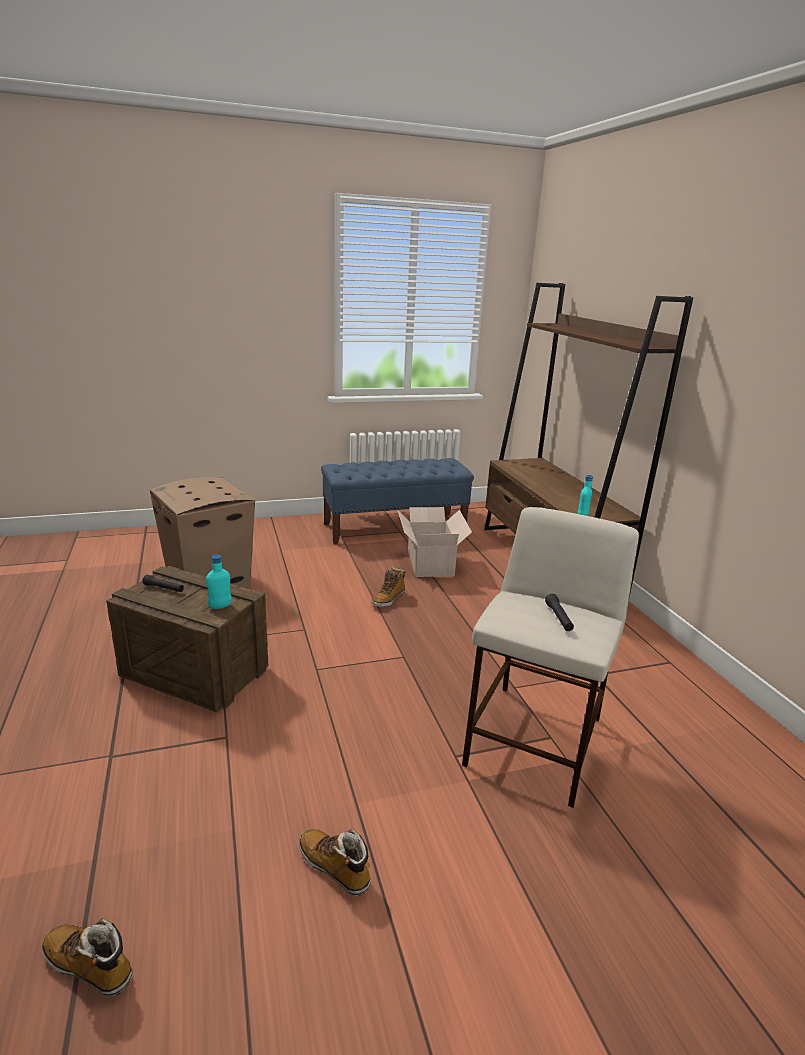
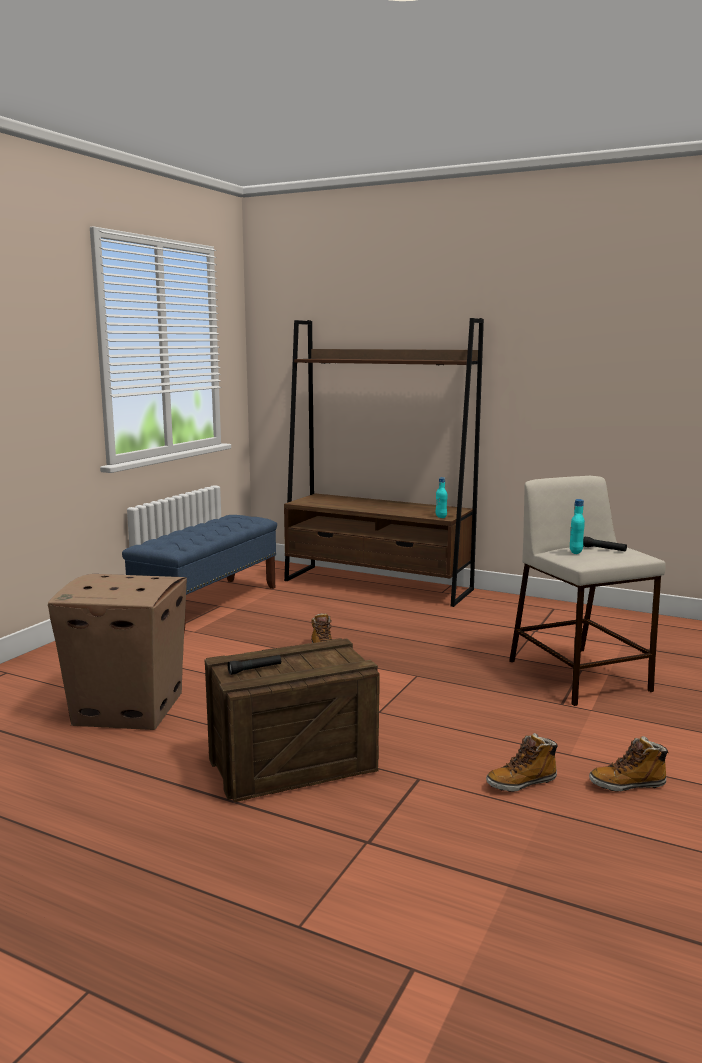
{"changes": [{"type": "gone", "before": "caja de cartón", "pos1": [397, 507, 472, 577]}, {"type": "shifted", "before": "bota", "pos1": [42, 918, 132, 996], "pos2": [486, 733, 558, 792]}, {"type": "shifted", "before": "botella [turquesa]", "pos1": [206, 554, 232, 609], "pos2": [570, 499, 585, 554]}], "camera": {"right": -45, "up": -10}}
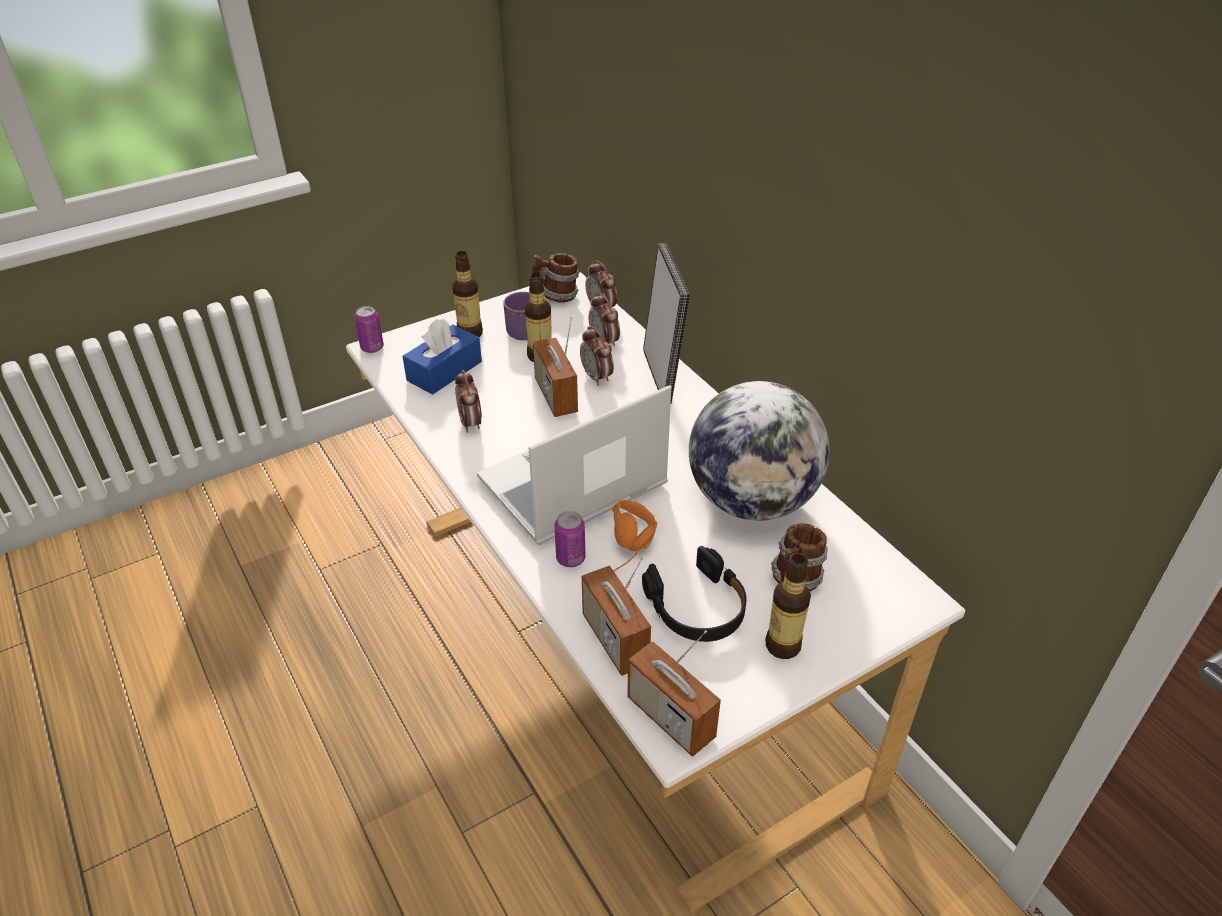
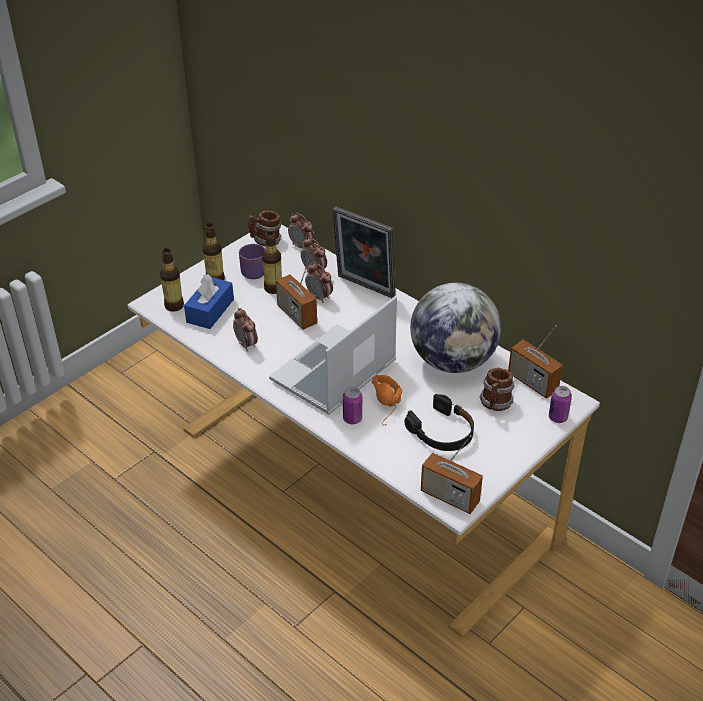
{"changes": [{"type": "shifted", "before": "lata", "pos1": [354, 306, 384, 353], "pos2": [549, 386, 572, 423]}, {"type": "shifted", "before": "radio", "pos1": [582, 557, 651, 676], "pos2": [508, 325, 563, 399]}, {"type": "shifted", "before": "botella", "pos1": [766, 553, 811, 659], "pos2": [160, 248, 184, 312]}, {"type": "rotated", "before": "portarretratos", "pos1": [643, 243, 690, 404], "pos2": [332, 206, 396, 298], "turn": 150}], "camera": {"right": -15, "up": 0}}
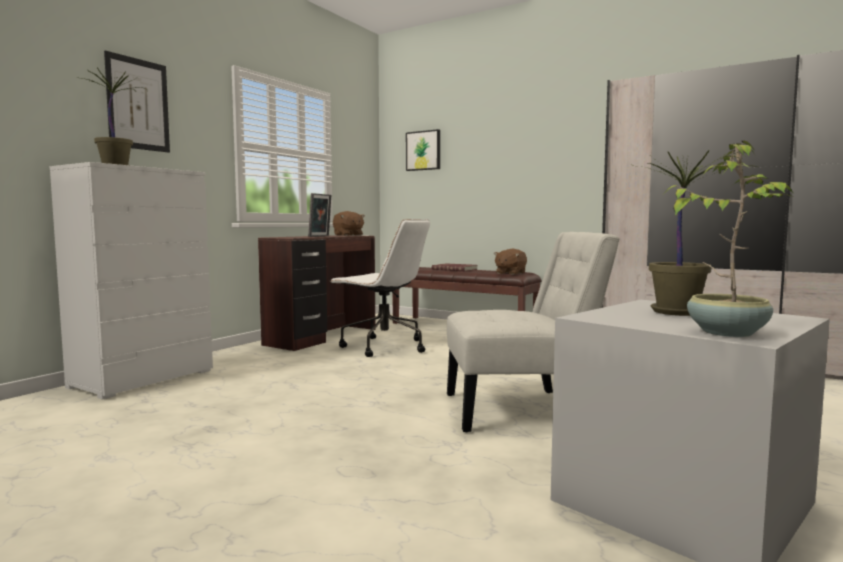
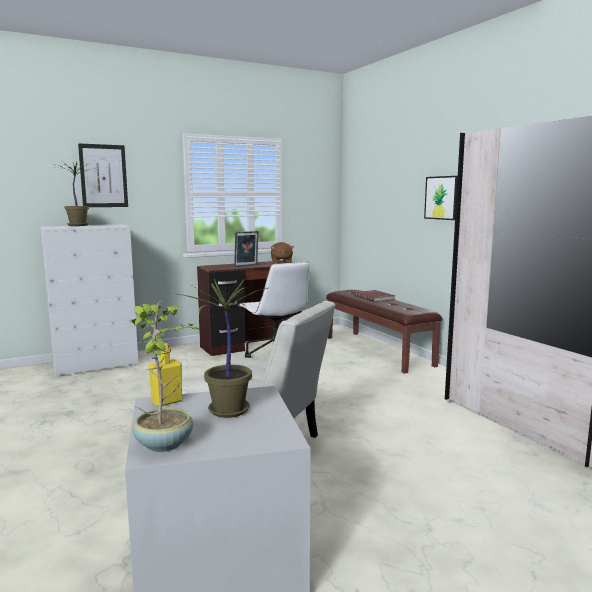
{"changes": [{"type": "gone", "before": "peluche [marrón]", "pos1": [494, 249, 527, 275]}, {"type": "new", "after": "botella [amarillo]", "pos2": [149, 343, 182, 407]}, {"type": "shifted", "before": "cuadro", "pos1": [406, 129, 440, 171], "pos2": [424, 176, 458, 220]}], "camera": {"right": 30, "up": 5}}
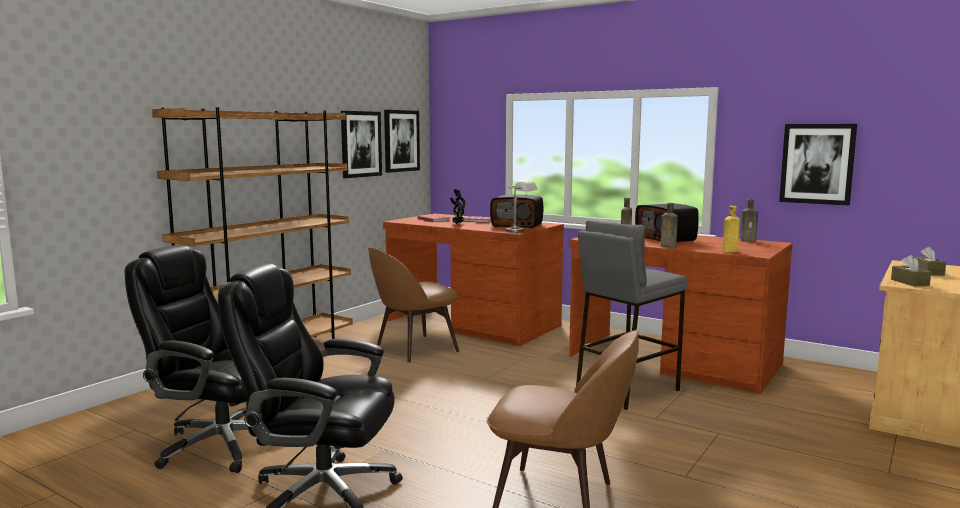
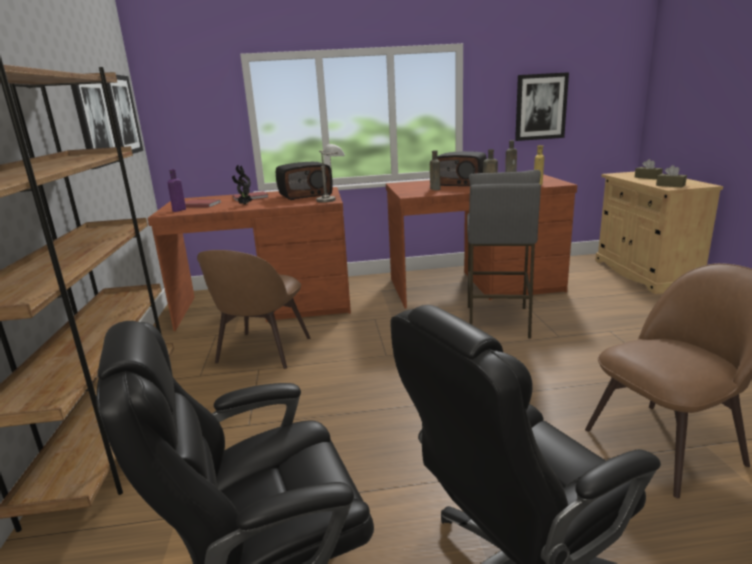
{"changes": [{"type": "new", "after": "botella [morado]", "pos2": [167, 169, 186, 212]}], "camera": {"right": -40, "up": 10}}
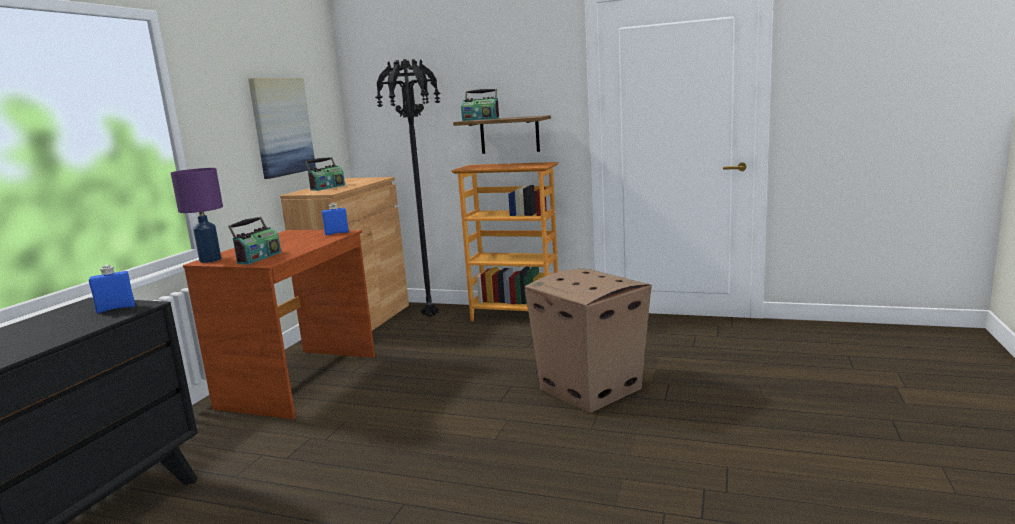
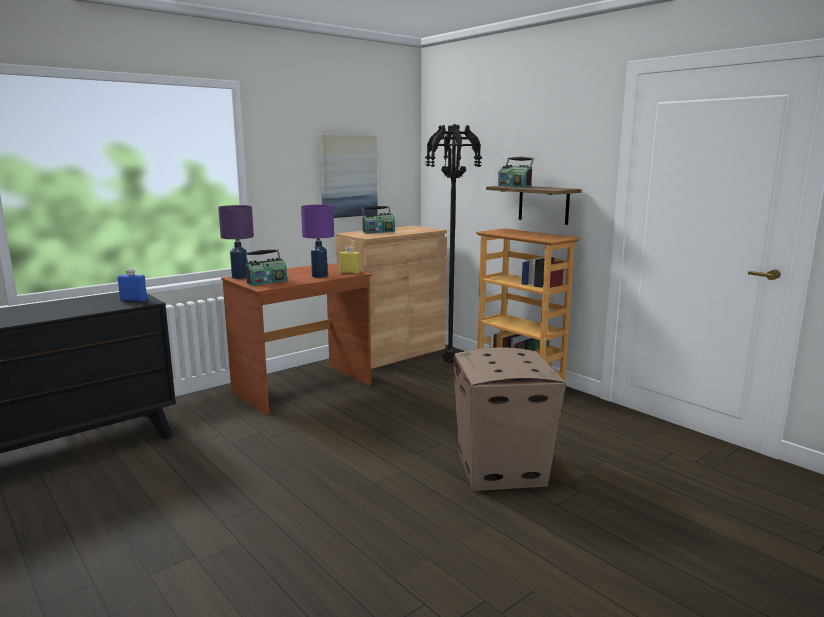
{"changes": [{"type": "new", "after": "lámpara de mesa [morado]", "pos2": [301, 205, 334, 278]}, {"type": "repainted", "before": "botella [azul]", "after": "botella [amarillo]", "pos1": [322, 203, 349, 236], "pos2": [339, 246, 360, 274]}], "camera": {"right": 30, "up": 0}}
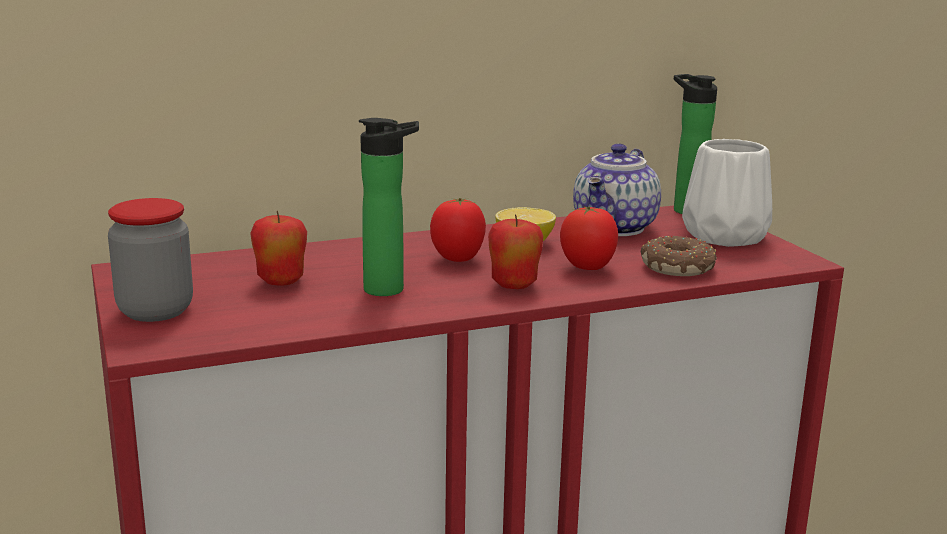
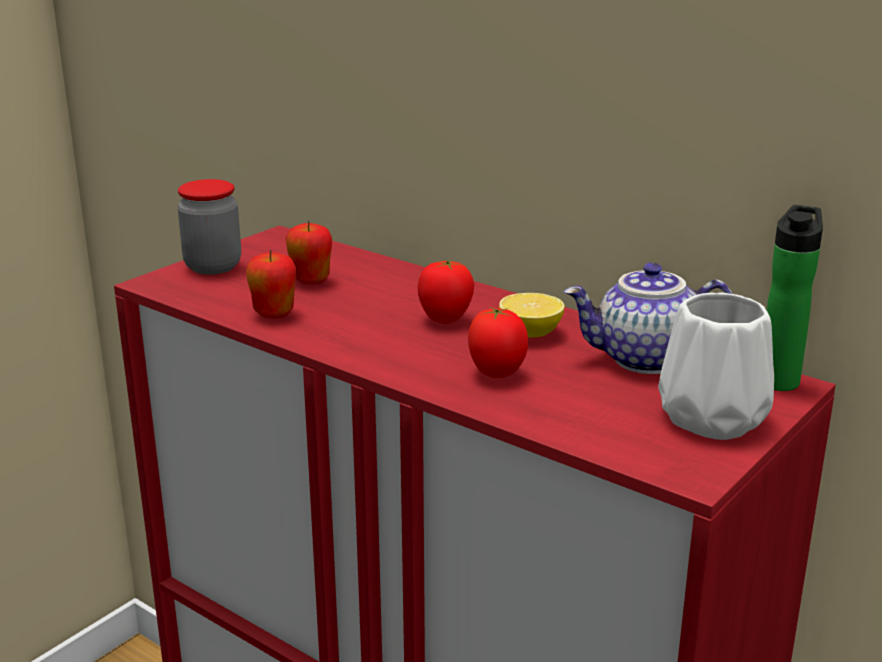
{"changes": [{"type": "gone", "before": "botella", "pos1": [359, 118, 419, 296]}, {"type": "gone", "before": "rosquilla", "pos1": [641, 236, 717, 276]}, {"type": "shifted", "before": "manzana", "pos1": [488, 215, 543, 289], "pos2": [246, 250, 296, 318]}], "camera": {"right": 60, "up": 5}}
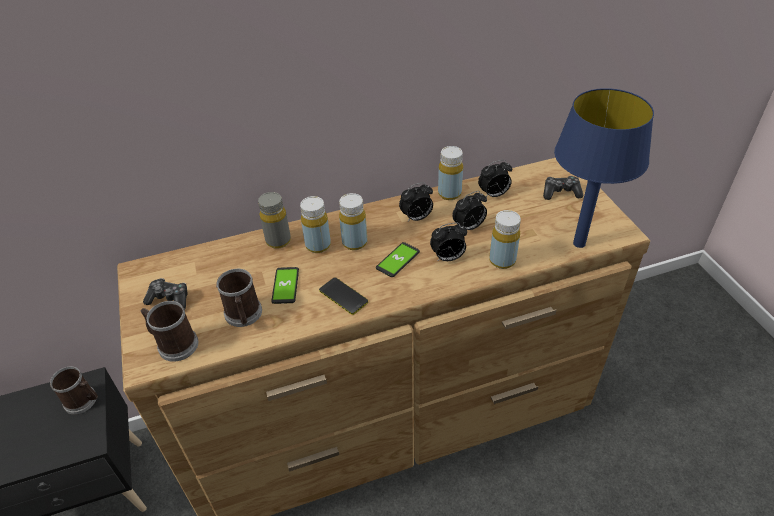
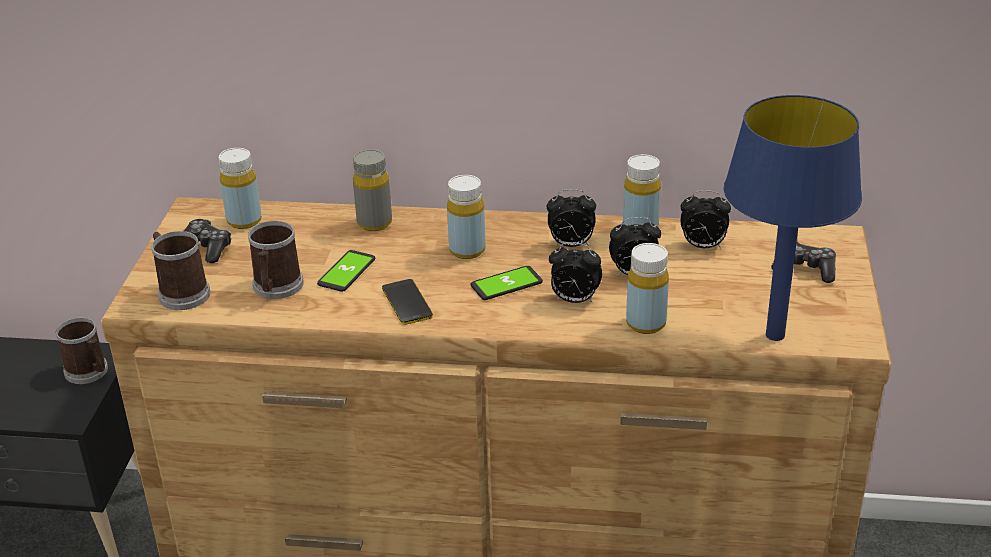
{"changes": [{"type": "shifted", "before": "botella [amarillo]", "pos1": [300, 196, 331, 253], "pos2": [218, 148, 262, 229]}], "camera": {"right": 25, "up": -10}}
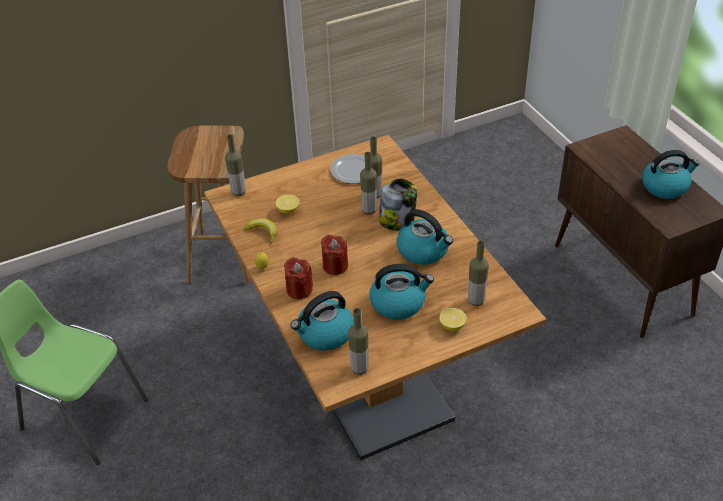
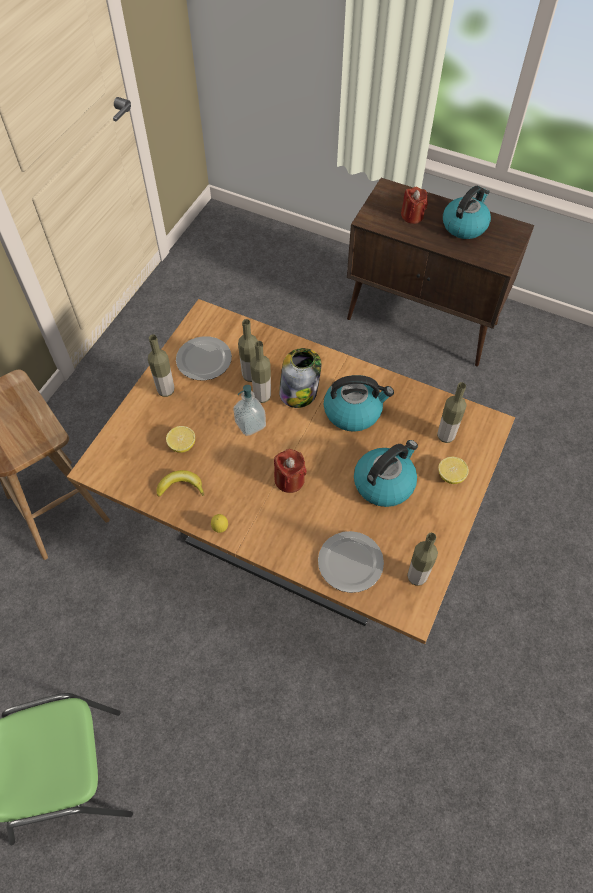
{"changes": [{"type": "new", "after": "dispensador de jabón", "pos2": [233, 385, 266, 436]}, {"type": "shifted", "before": "botella", "pos1": [225, 134, 246, 196], "pos2": [148, 335, 174, 397]}, {"type": "shifted", "before": "vela [rojo]", "pos1": [284, 257, 313, 299], "pos2": [401, 187, 428, 224]}, {"type": "swapped", "before": "hervidor", "after": "plato", "pos1": [291, 291, 354, 351], "pos2": [318, 531, 384, 593]}], "camera": {"right": -40, "up": 15}}
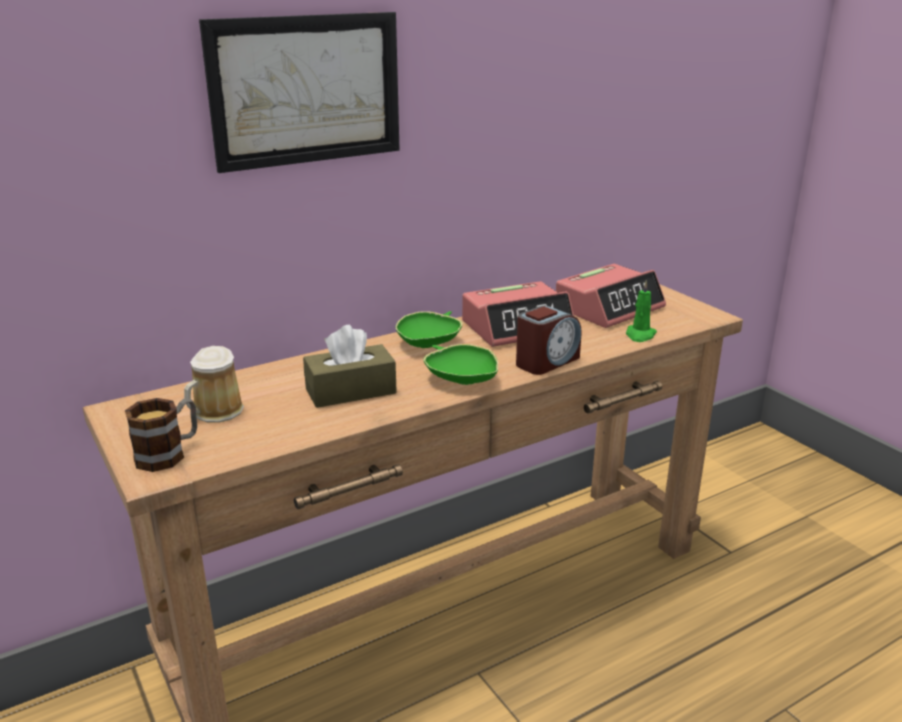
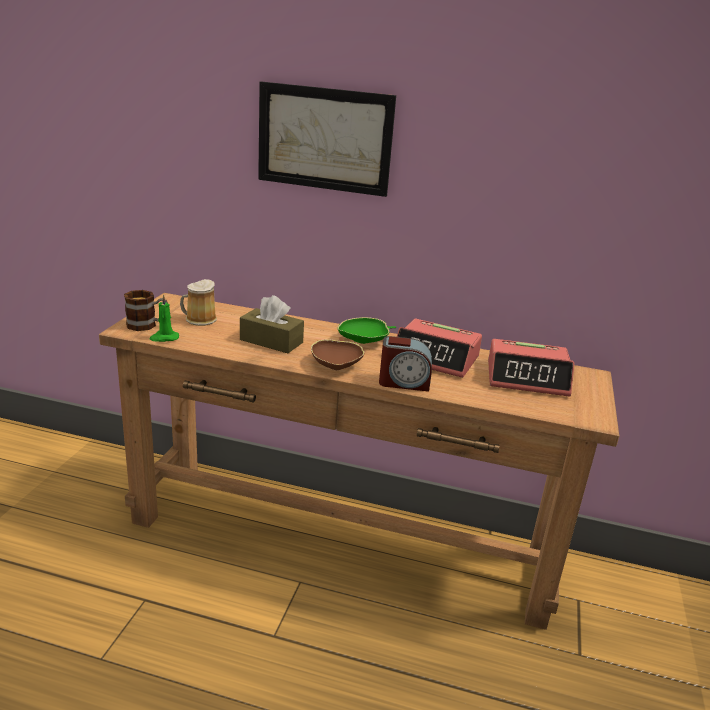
{"changes": [{"type": "shifted", "before": "vela [verde]", "pos1": [626, 280, 657, 342], "pos2": [150, 294, 179, 342]}, {"type": "repainted", "before": "cuenco [verde]", "after": "cuenco [marrón]", "pos1": [423, 344, 498, 385], "pos2": [311, 337, 364, 370]}], "camera": {"right": 45, "up": 0}}
